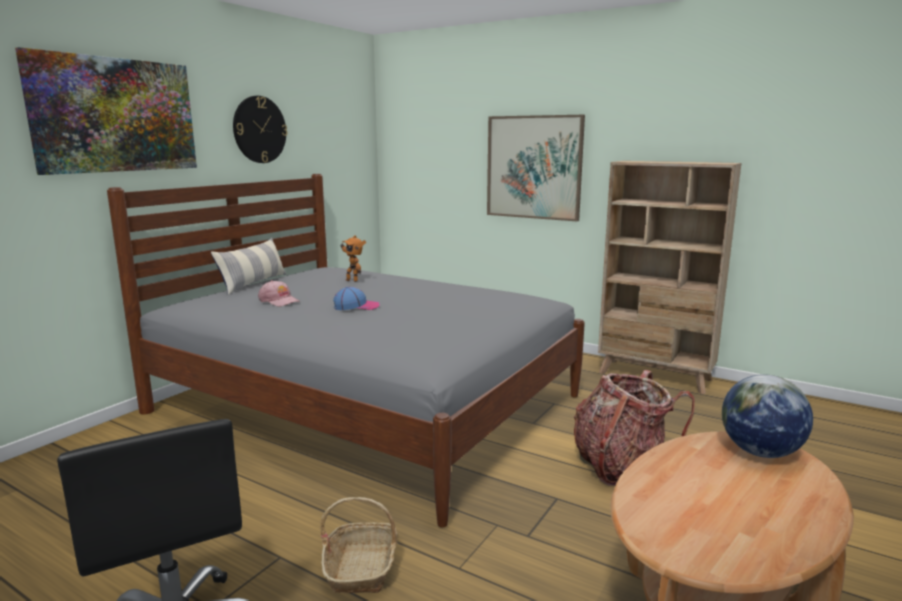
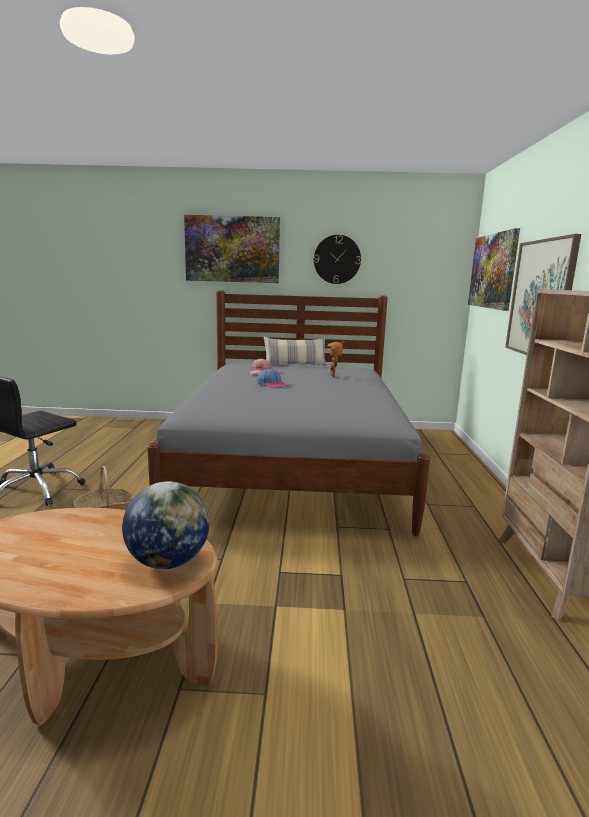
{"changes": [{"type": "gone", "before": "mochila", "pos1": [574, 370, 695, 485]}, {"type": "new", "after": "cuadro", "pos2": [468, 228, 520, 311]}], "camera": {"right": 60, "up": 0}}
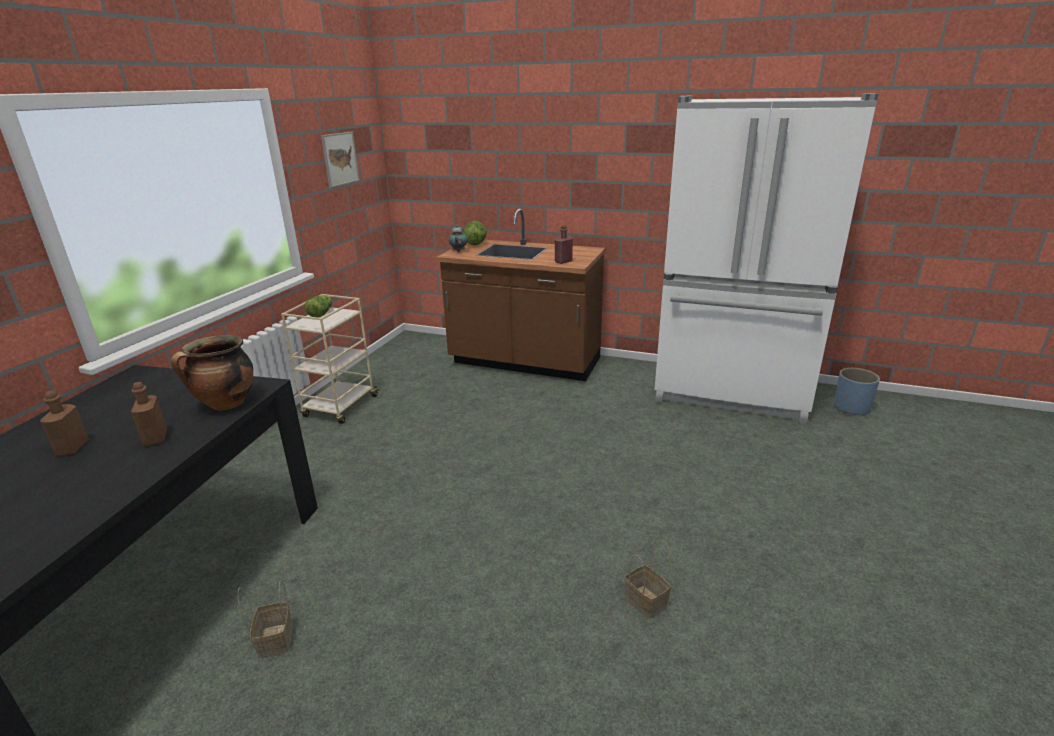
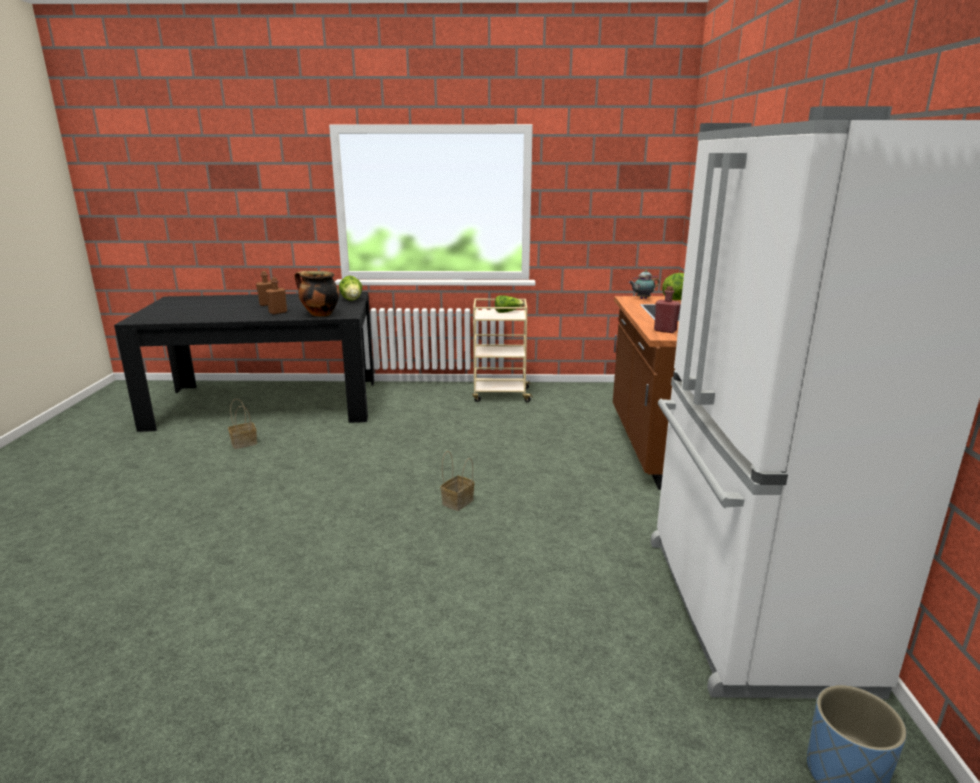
{"changes": [{"type": "gone", "before": "cuadro", "pos1": [321, 132, 360, 188]}, {"type": "new", "after": "lechuga", "pos2": [339, 275, 362, 301]}, {"type": "shifted", "before": "cesta", "pos1": [625, 540, 671, 619], "pos2": [441, 451, 474, 511]}], "camera": {"right": 70, "up": -5}}
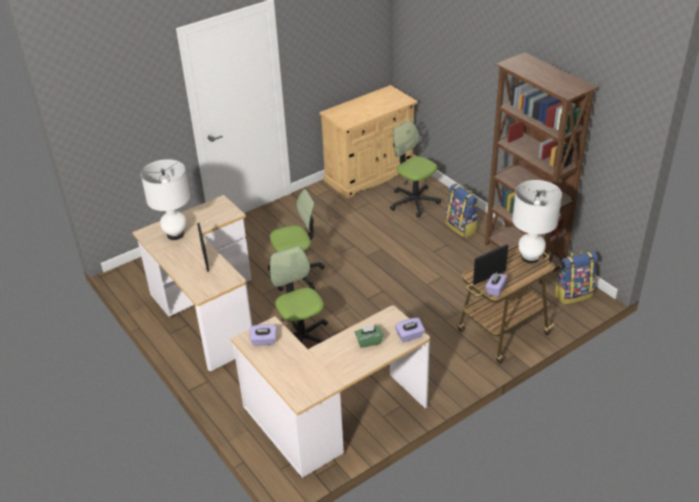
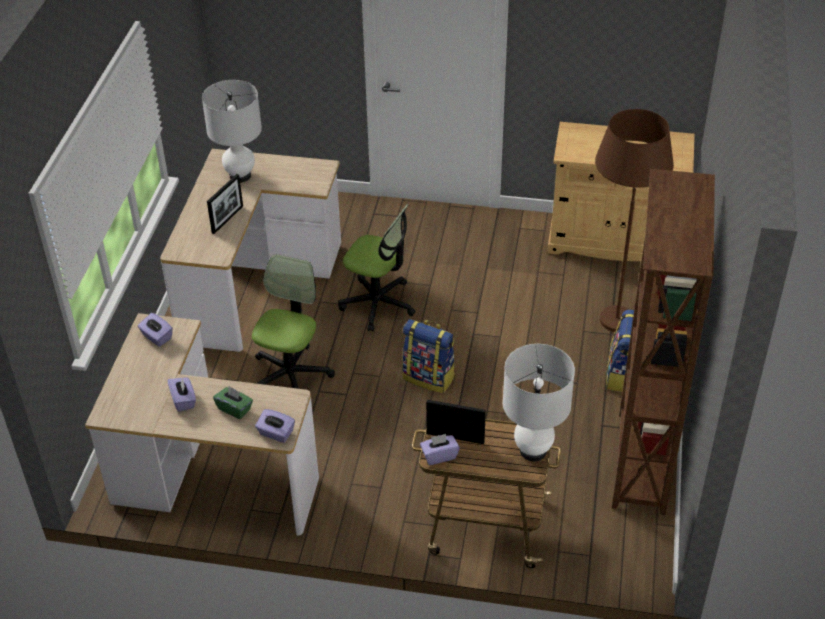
{"changes": [{"type": "new", "after": "caja de pañuelos [morado]", "pos2": [168, 377, 196, 412]}, {"type": "shifted", "before": "mochila", "pos1": [554, 251, 598, 305], "pos2": [402, 319, 455, 393]}, {"type": "swapped", "before": "silla de oficina", "after": "lámpara de pie [marrón]", "pos1": [390, 120, 441, 217], "pos2": [595, 109, 674, 332]}], "camera": {"right": 45, "up": 5}}
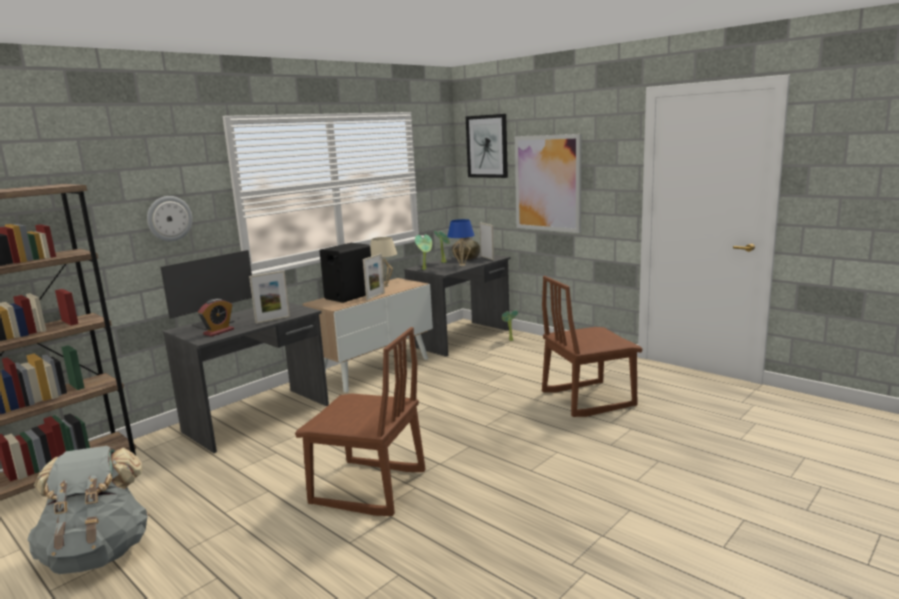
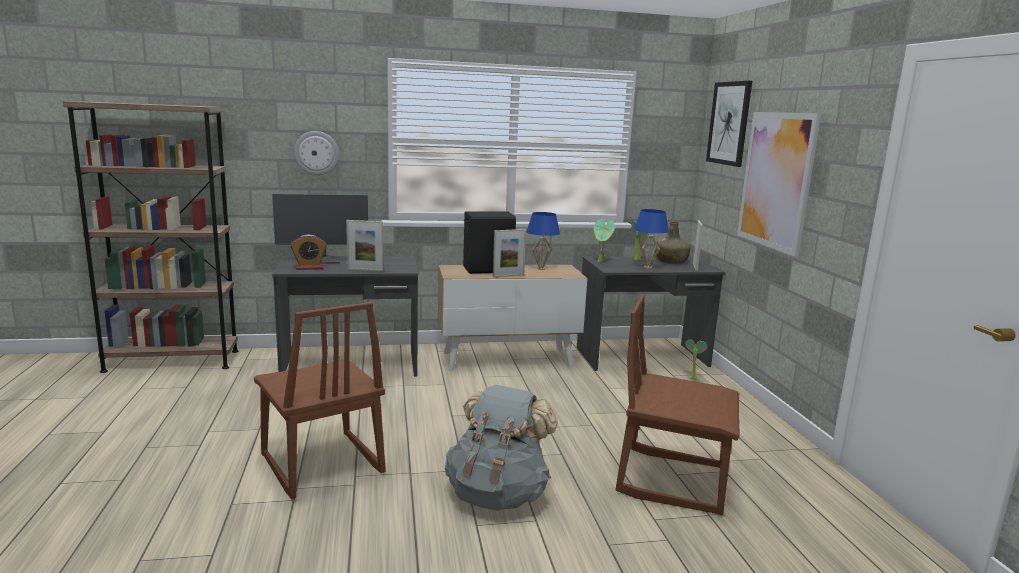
{"changes": [{"type": "shifted", "before": "mochila [gris]", "pos1": [28, 446, 149, 574], "pos2": [445, 384, 558, 511]}, {"type": "repainted", "before": "lámpara de mesa [beis]", "after": "lámpara de mesa [azul]", "pos1": [370, 237, 397, 287], "pos2": [526, 212, 560, 270]}], "camera": {"right": 35, "up": 0}}
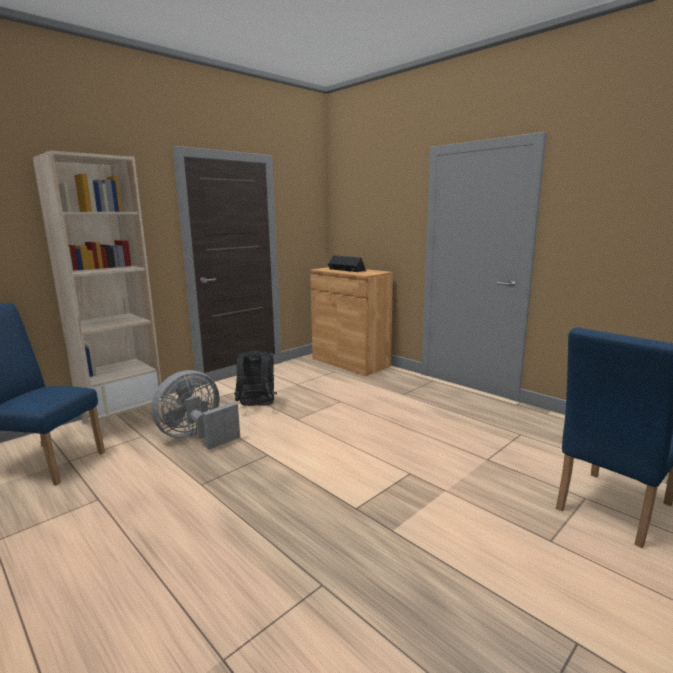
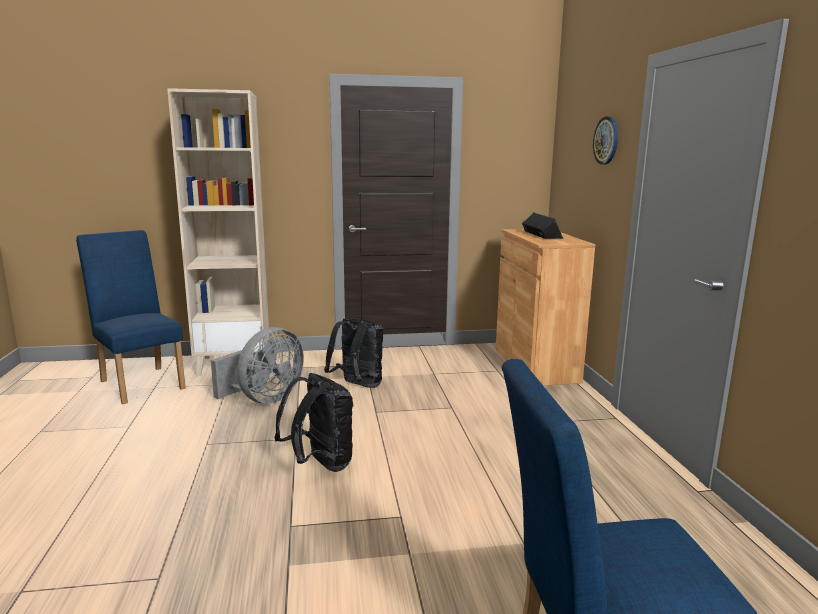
{"changes": [{"type": "new", "after": "mochila [negro]", "pos2": [275, 373, 353, 472]}, {"type": "new", "after": "reloj de pared", "pos2": [593, 116, 618, 165]}, {"type": "rotated", "before": "ventilador [gris]", "pos1": [151, 370, 240, 450], "pos2": [211, 327, 304, 404], "turn": 135}], "camera": {"right": 35, "up": 0}}
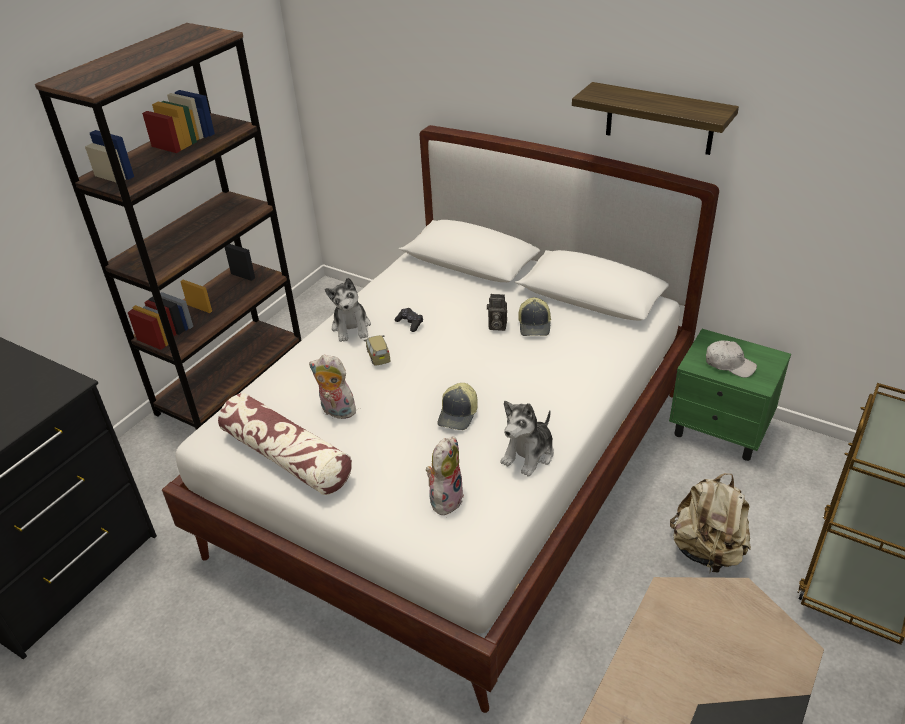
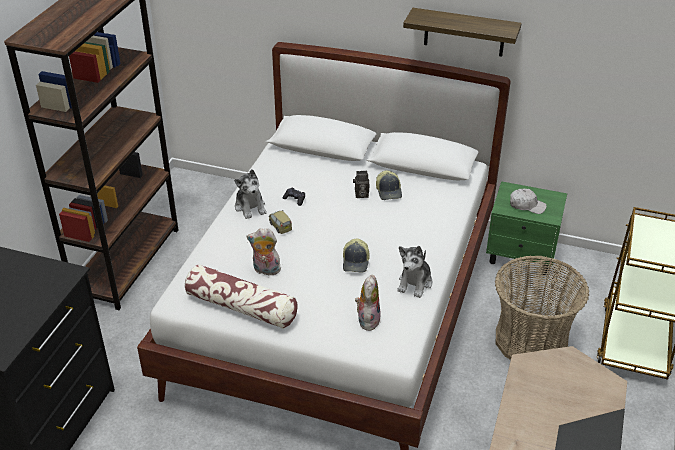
{"changes": [{"type": "swapped", "before": "mochila [beis]", "after": "cesta", "pos1": [670, 473, 751, 573], "pos2": [495, 255, 589, 360]}], "camera": {"right": -15, "up": 0}}
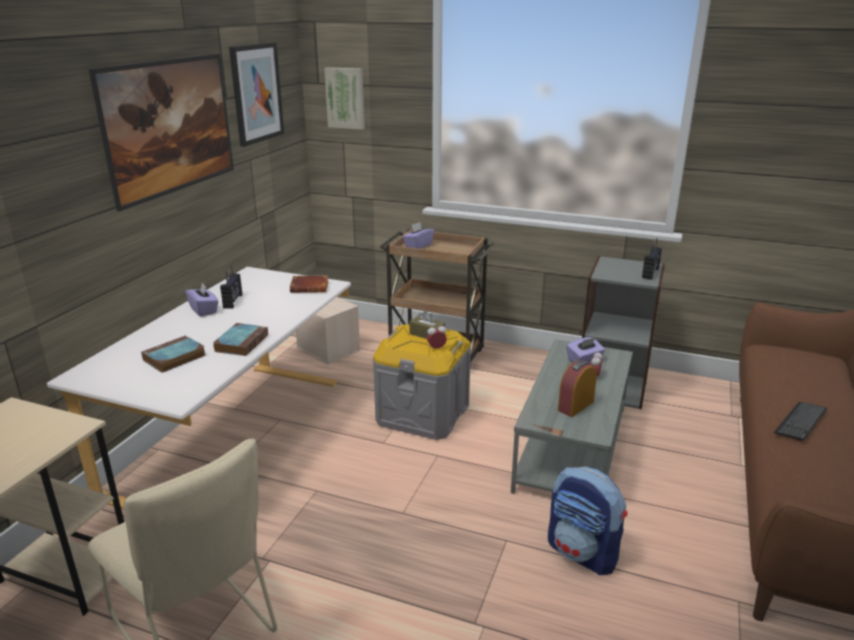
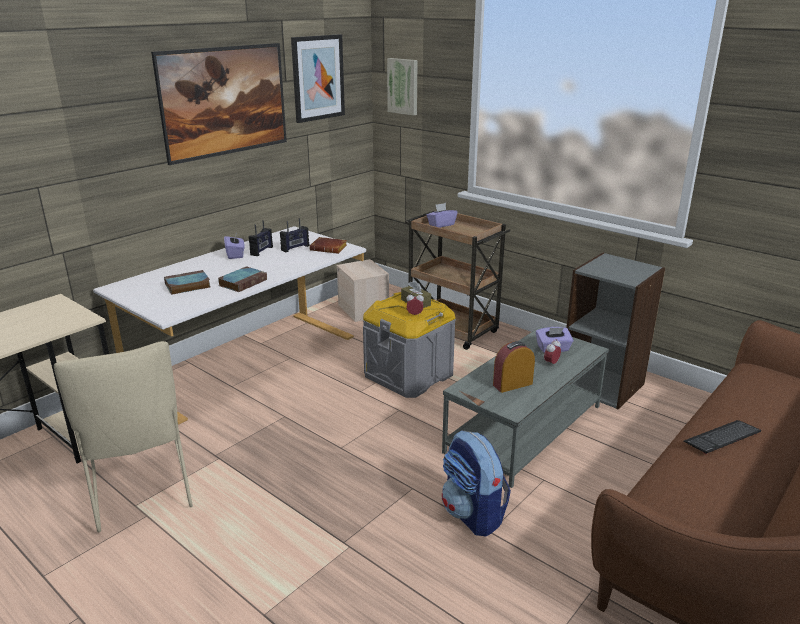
{"changes": [{"type": "shifted", "before": "radio", "pos1": [642, 238, 662, 280], "pos2": [280, 218, 309, 253]}], "camera": {"right": 20, "up": 0}}
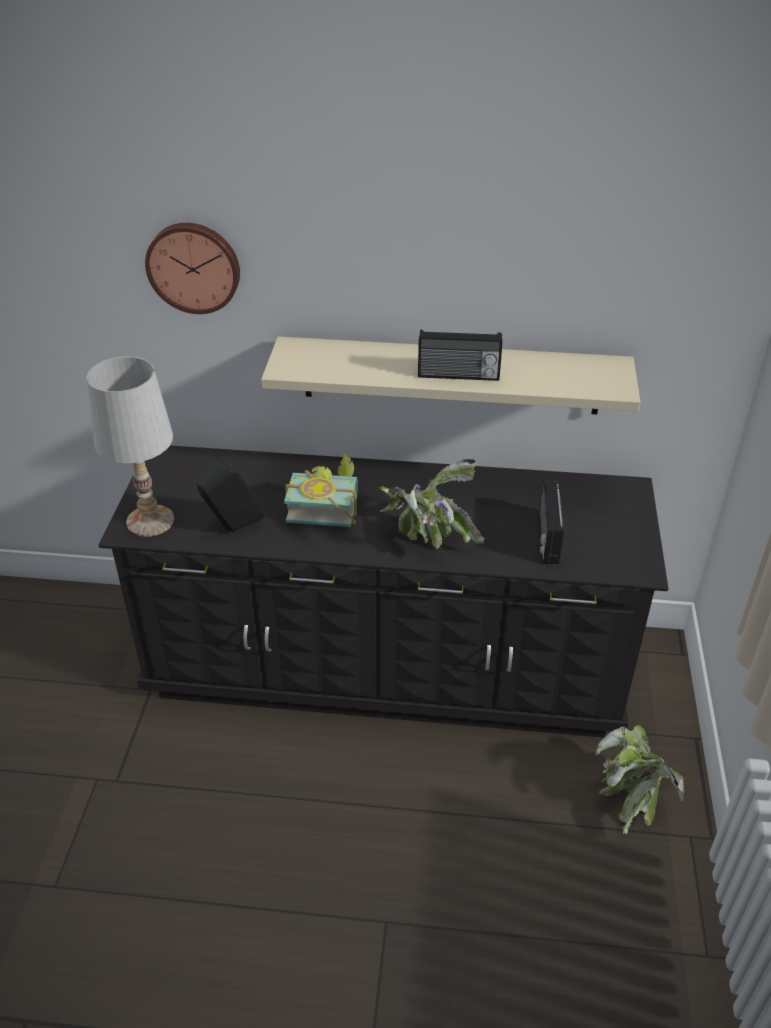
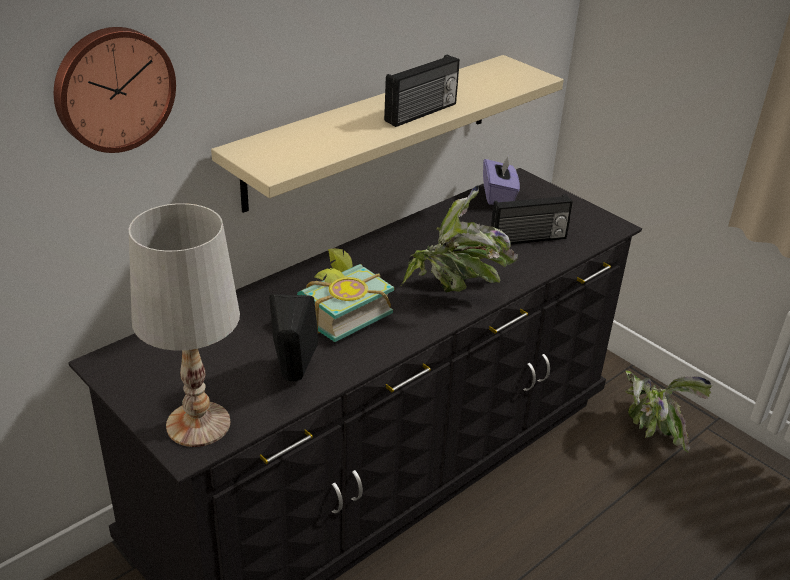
{"changes": [{"type": "new", "after": "caja de pañuelos [morado]", "pos2": [483, 156, 520, 205]}, {"type": "rotated", "before": "radio", "pos1": [540, 479, 564, 564], "pos2": [491, 194, 573, 244], "turn": -60}], "camera": {"right": -50, "up": -5}}
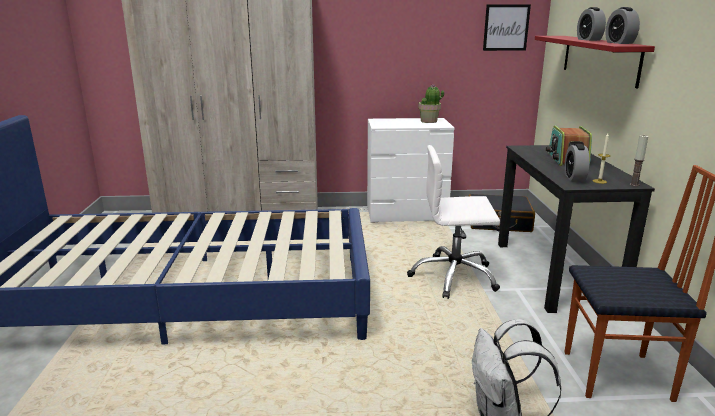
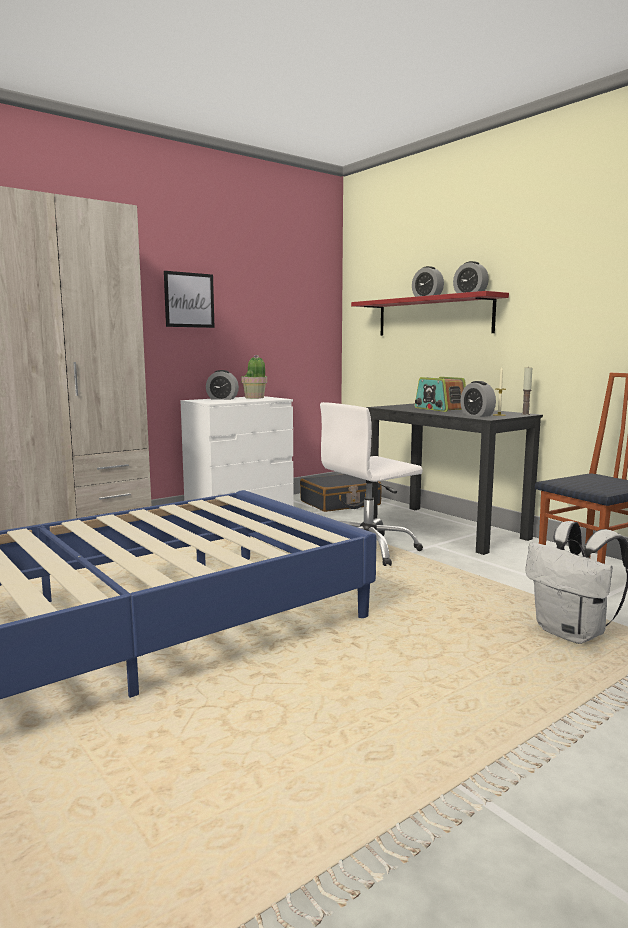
{"changes": [{"type": "new", "after": "despertador", "pos2": [206, 370, 239, 400]}, {"type": "shifted", "before": "cuadro", "pos1": [483, 4, 531, 51], "pos2": [164, 271, 215, 328]}], "camera": {"right": -35, "up": -10}}
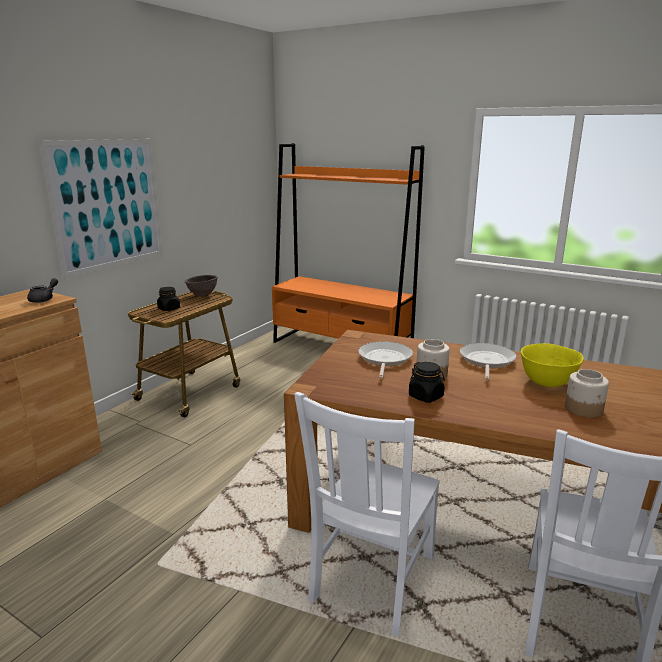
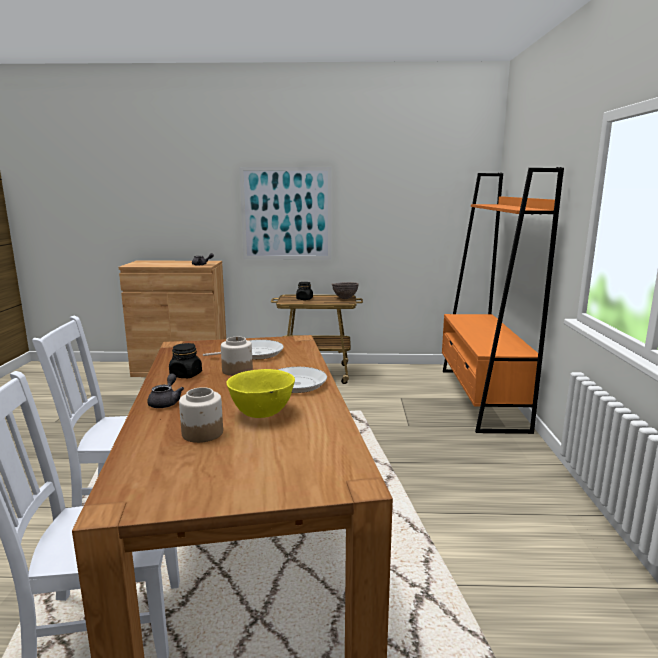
{"changes": [{"type": "new", "after": "tetera [gris]", "pos2": [147, 374, 184, 408]}], "camera": {"right": 60, "up": -5}}
